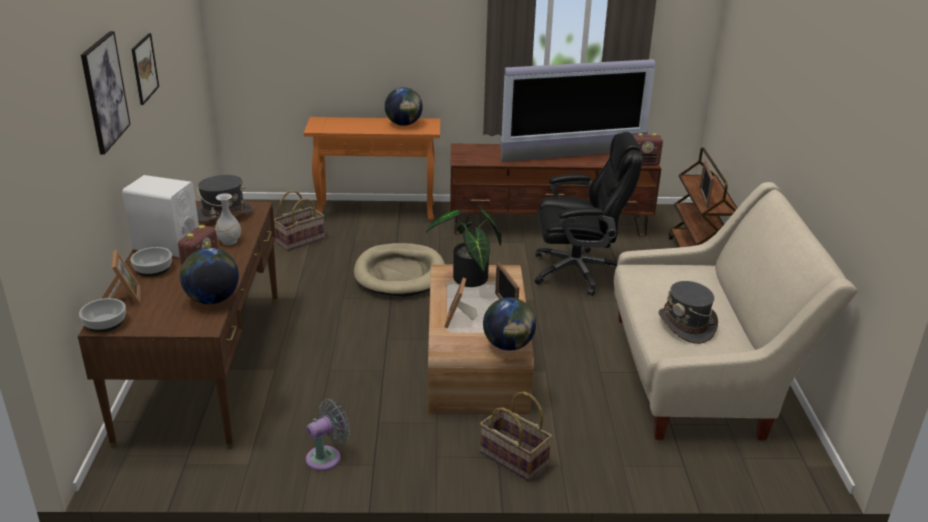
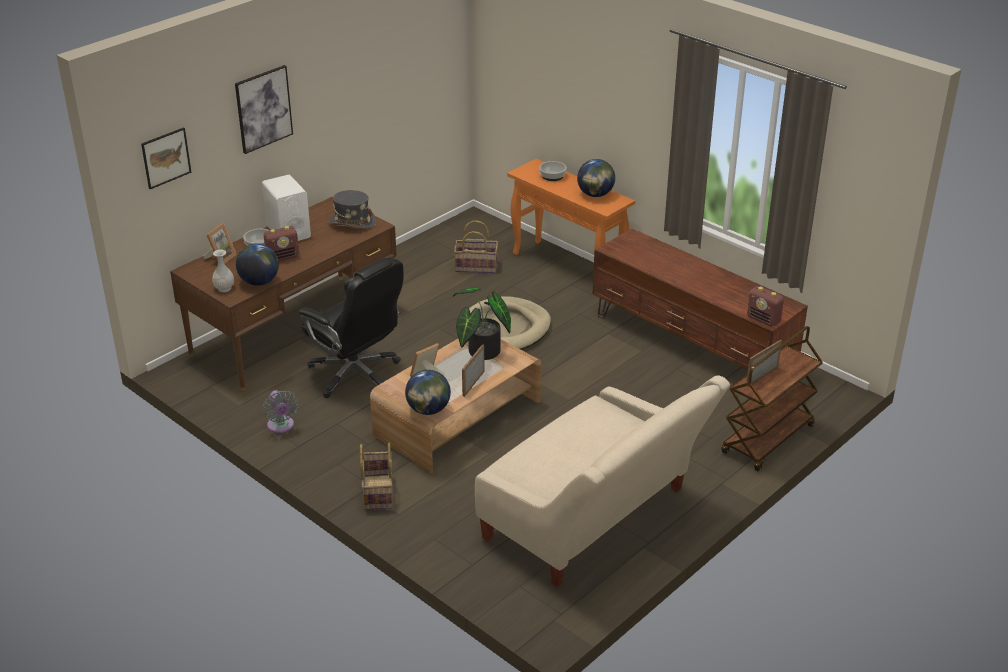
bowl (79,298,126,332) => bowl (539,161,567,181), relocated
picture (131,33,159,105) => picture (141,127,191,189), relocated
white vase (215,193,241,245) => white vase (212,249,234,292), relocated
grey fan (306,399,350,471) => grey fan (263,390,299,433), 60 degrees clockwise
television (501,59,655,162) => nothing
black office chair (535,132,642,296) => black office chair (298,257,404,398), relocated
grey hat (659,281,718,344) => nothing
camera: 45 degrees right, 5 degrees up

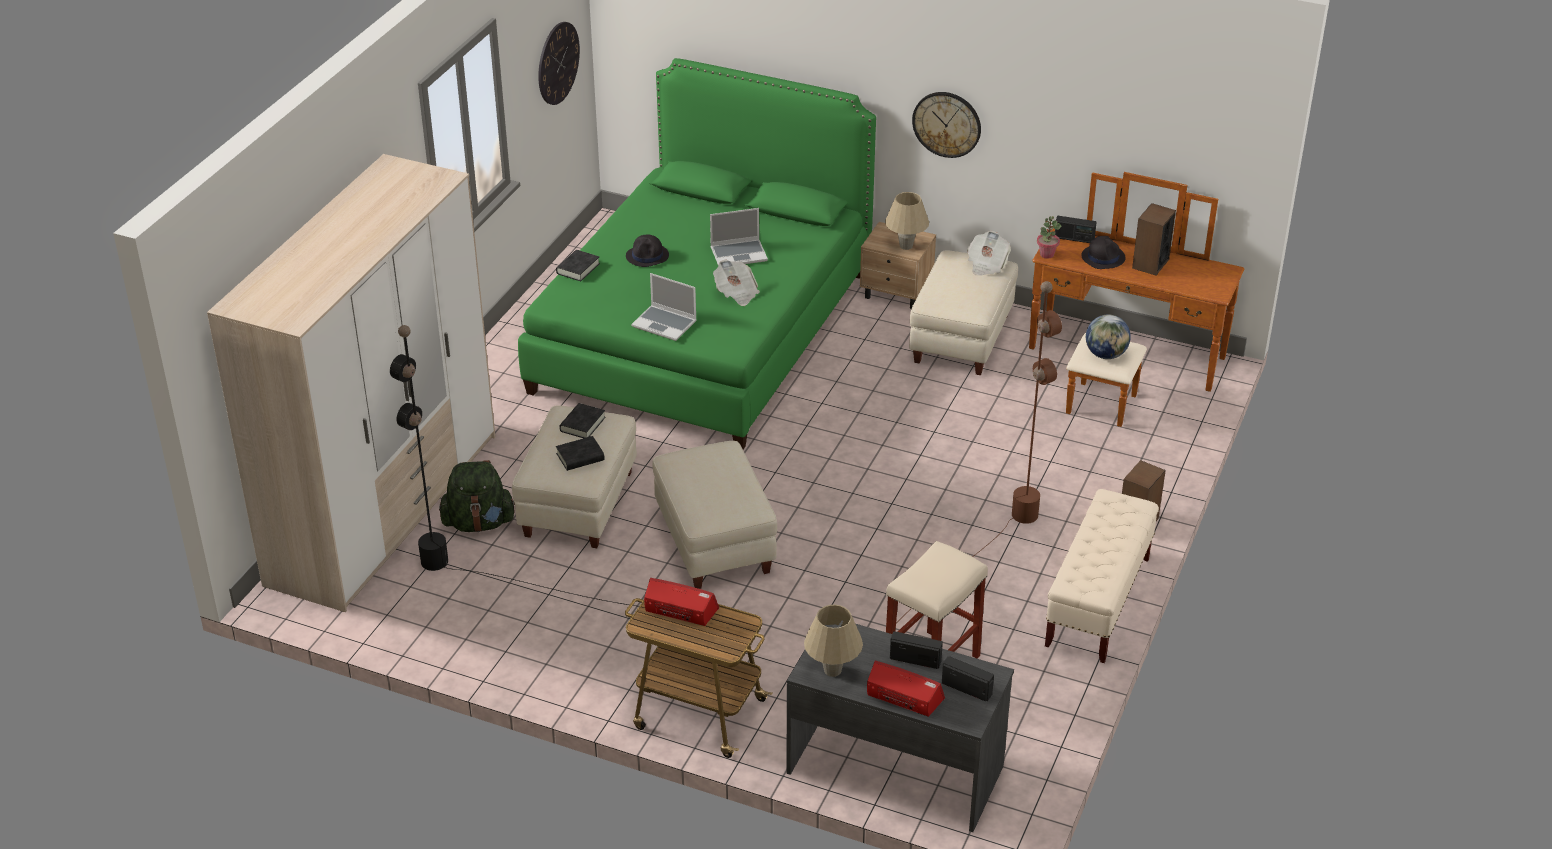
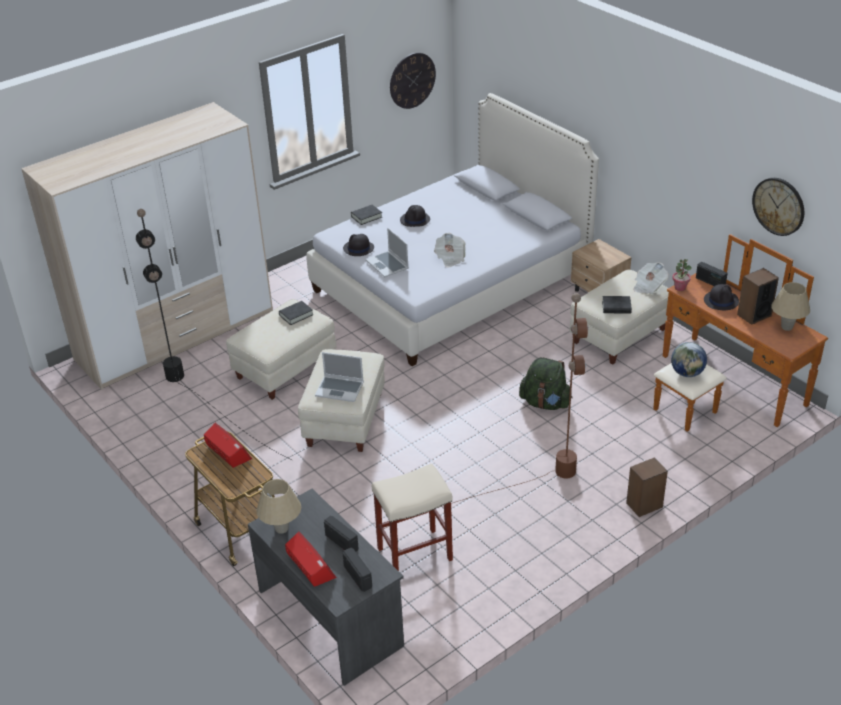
green backpack (439,460,515,532) => green backpack (519,358,573,410), relocated
green bed (518,58,876,449) => white bed (306,93,599,366)
black book (556,436,605,471) => black book (602,296,632,314), relocated
laptop (710,208,768,264) => laptop (315,352,364,402), relocated
beige table lamp (885,192,929,250) => beige table lamp (772,282,810,331), relocated
wall clock (912,92,981,158) => wall clock (752,178,804,236), relocated
beige bench (1045,489,1159,663) => nothing
nothing => black hat (343,234,374,256)
camera: 30 degrees right, 0 degrees up

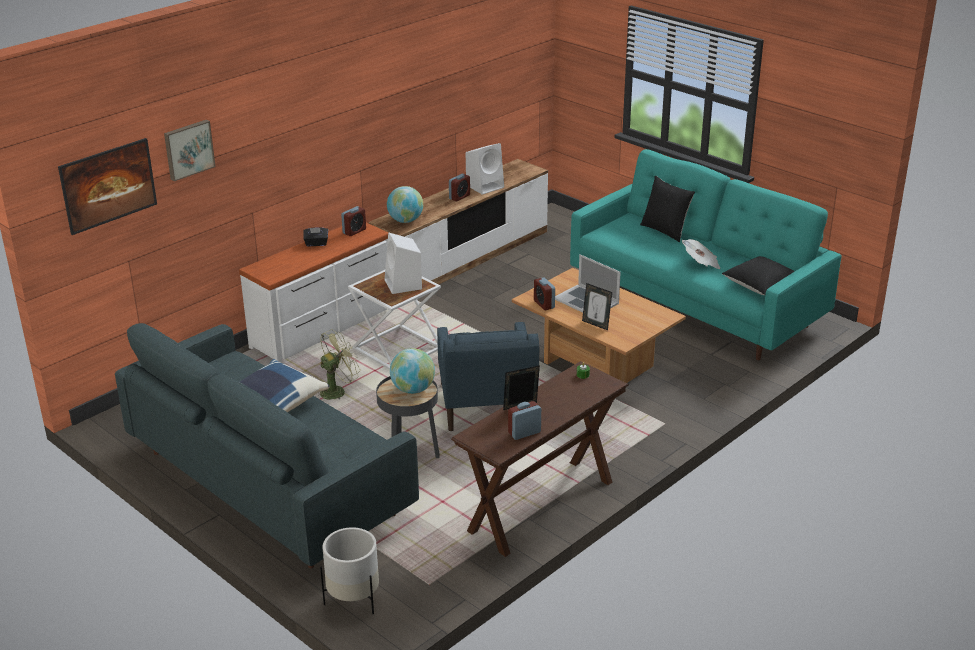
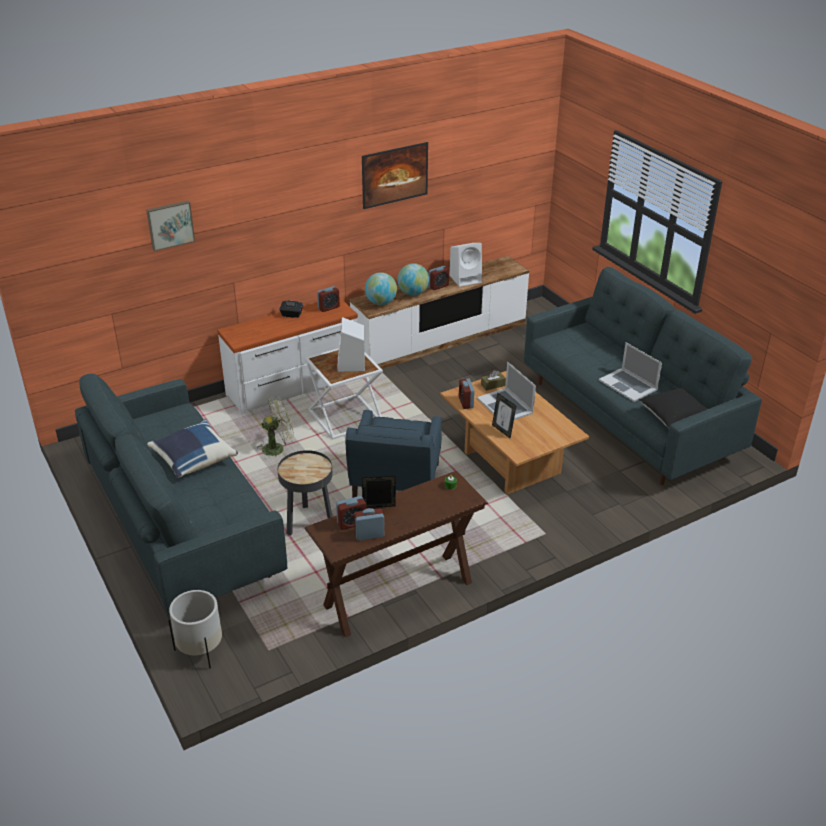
picture (58,138,157,235) => picture (362,142,428,209), relocated
globe (390,348,435,394) => globe (397,263,429,296), relocated
turquoise sofa (570,149,842,360) => grey sofa (524,267,762,485)
black pillow (640,176,695,242) => nothing
newspaper (682,239,721,269) => laptop (599,342,662,402)
nothing => alarm clock (336,496,366,530)
nothing => brown tissue box (481,370,506,391)
camera: 15 degrees right, 5 degrees up

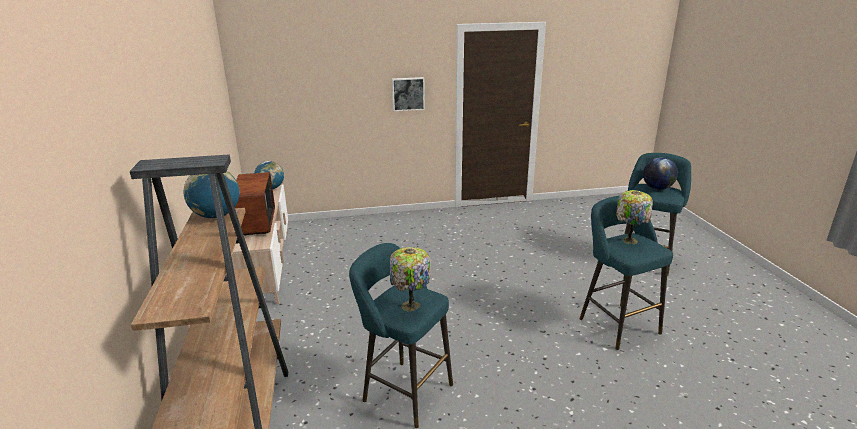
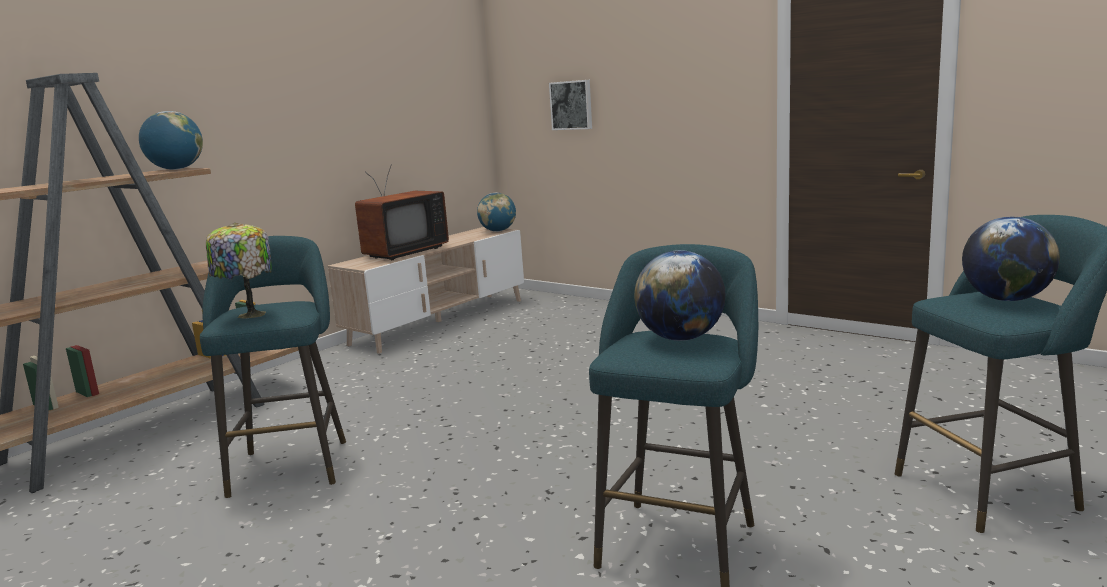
picture (392,77,425,111) => picture (549,80,592,130), relocated
table lamp (616,190,653,244) => globe (634,250,725,341)
camera: 50 degrees right, 10 degrees down

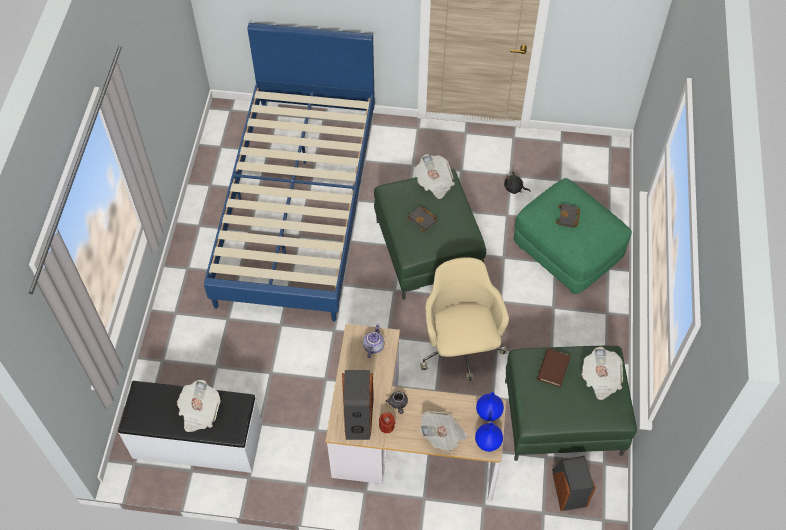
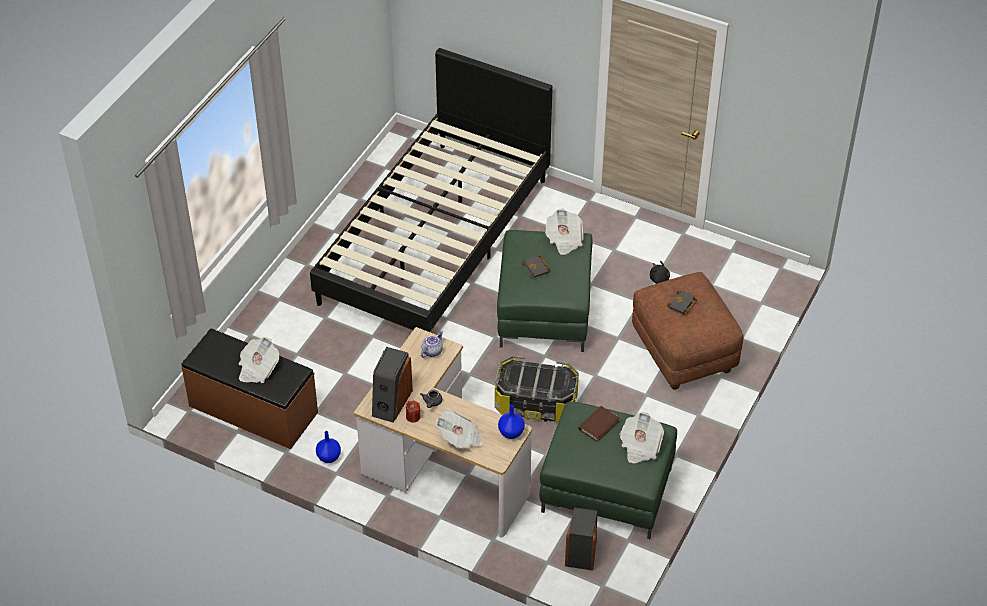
white bench (118,381,262,473) => brown bench (181,329,318,449)
blue bed (204,23,375,322) => black bed (310,48,553,332)
beige office chair (420,257,509,381) => storage box (495,356,579,422)
blue vase (475,423,503,452) => blue vase (316,431,341,463), relocated
green ottoman (514,178,632,294) => brown ottoman (632,272,743,390)
camera: 20 degrees right, 10 degrees down

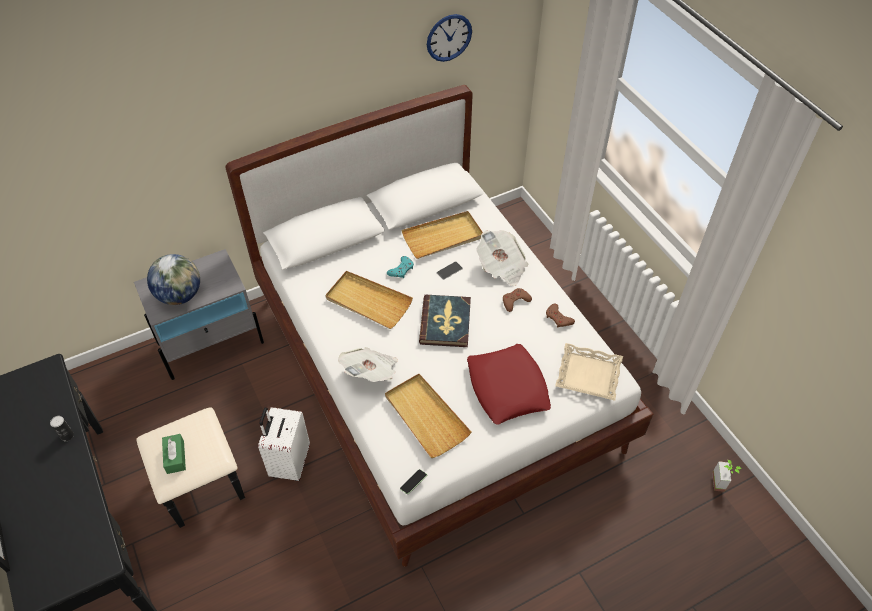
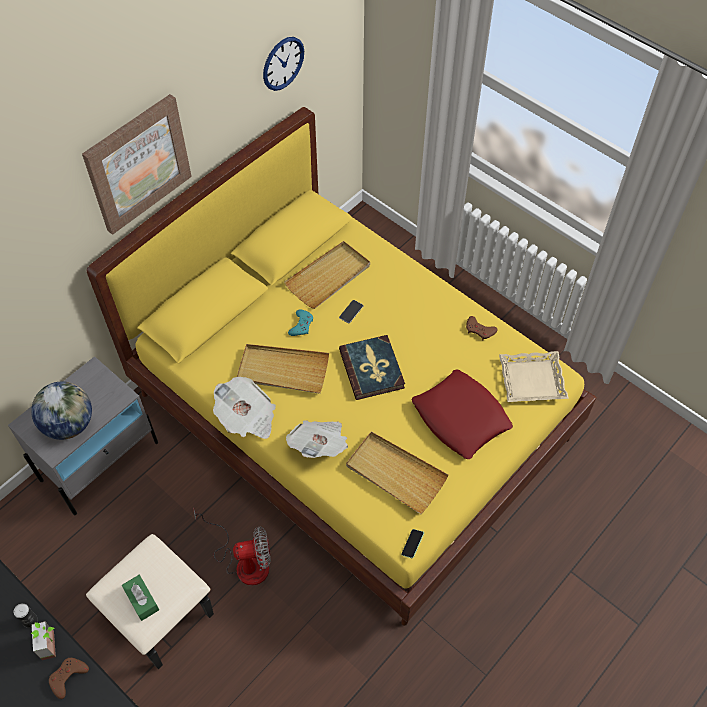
white bed (225,85,653,567) => yellow bed (87,107,597,626)
white suitcase (258,407,310,481) => fan (194,510,271,586)
newspaper (476,230,528,286) => newspaper (213,377,276,439), relocated
brown game controller (503,288,532,312) => brown game controller (49,658,89,699), relocated
potted plant (712,459,742,492) => potted plant (31,622,56,660), relocated
nothing => picture (82,94,192,235)
camera: 20 degrees left, 5 degrees up

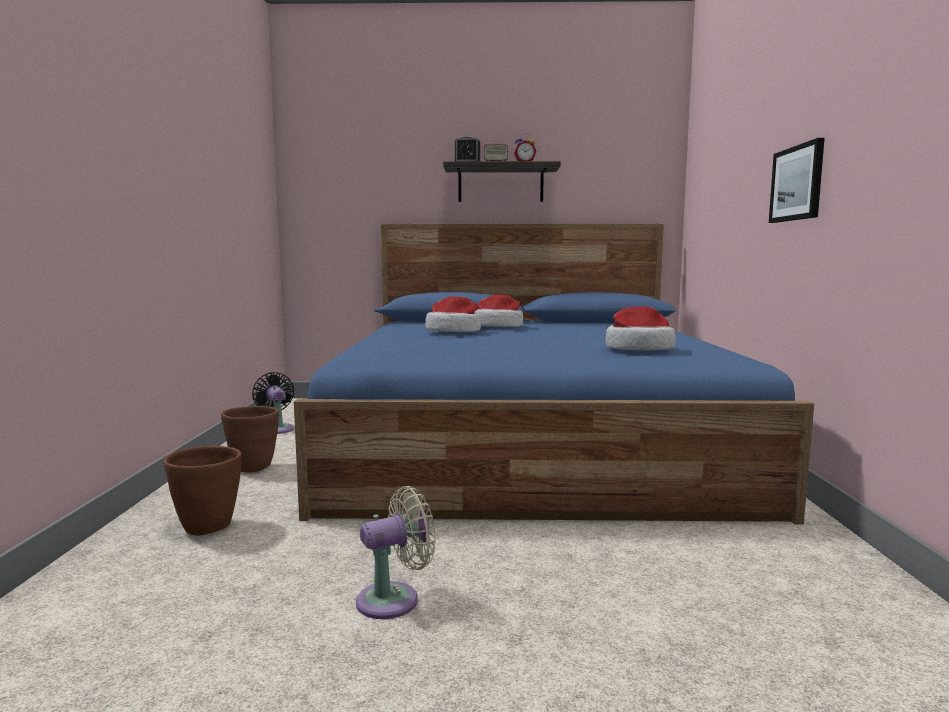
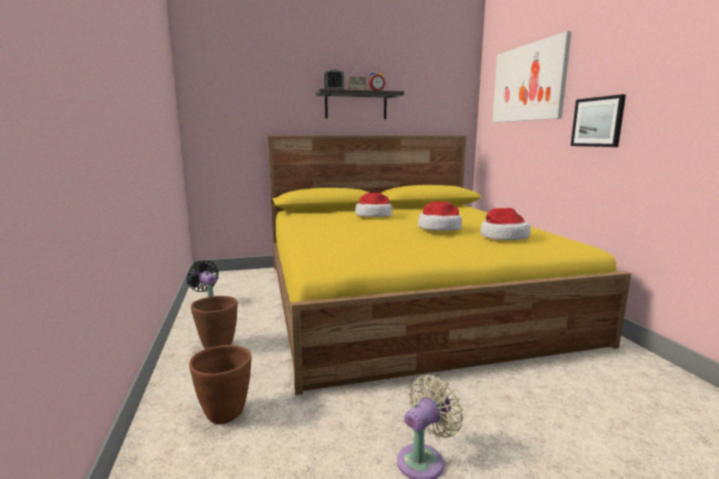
blue bed (294,224,814,524) => yellow bed (268,136,631,395)
hat (425,296,481,332) => hat (418,201,462,231), relocated
nothing => picture (492,31,572,122)
camera: 15 degrees left, 5 degrees up

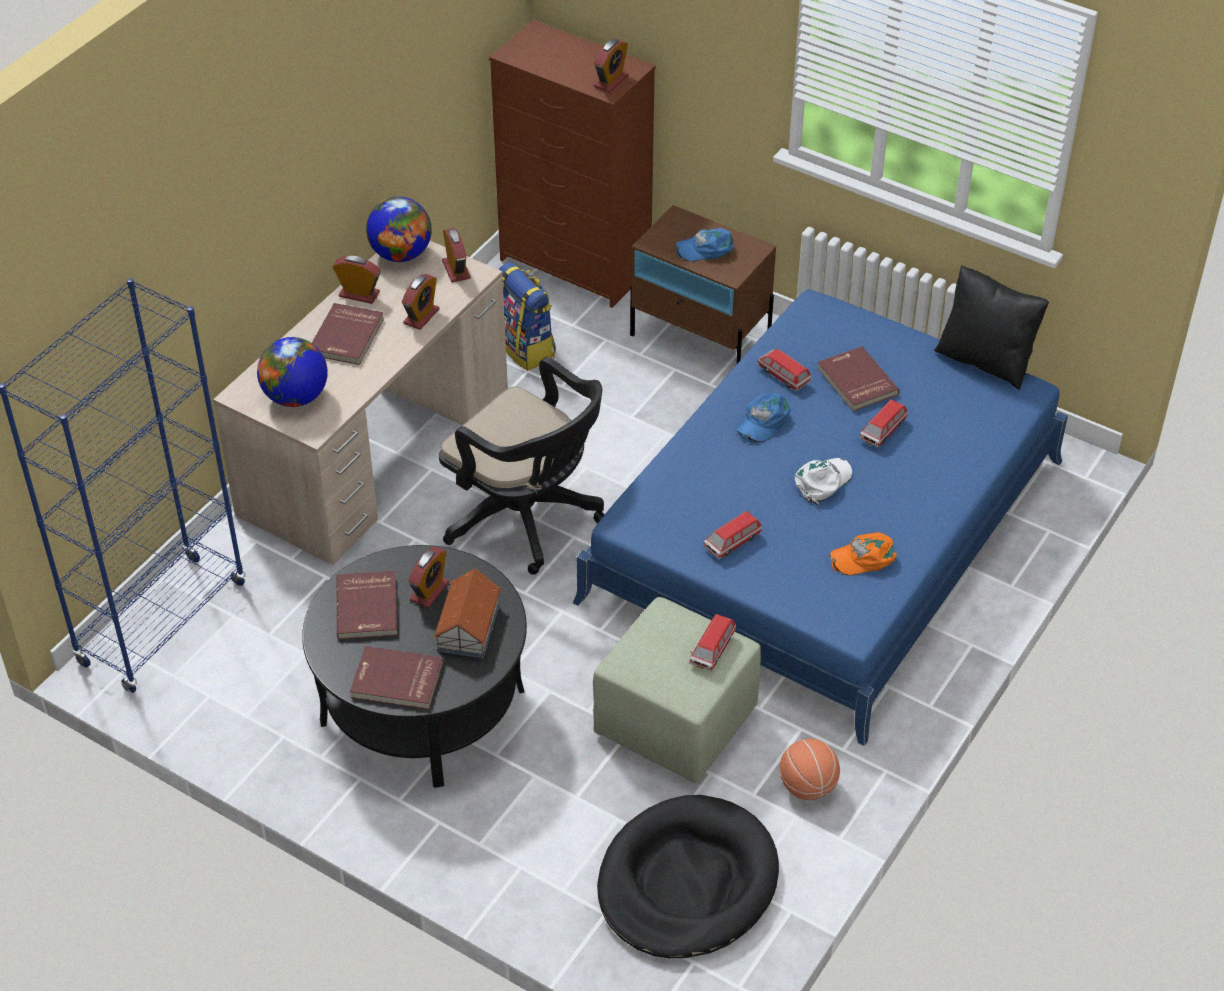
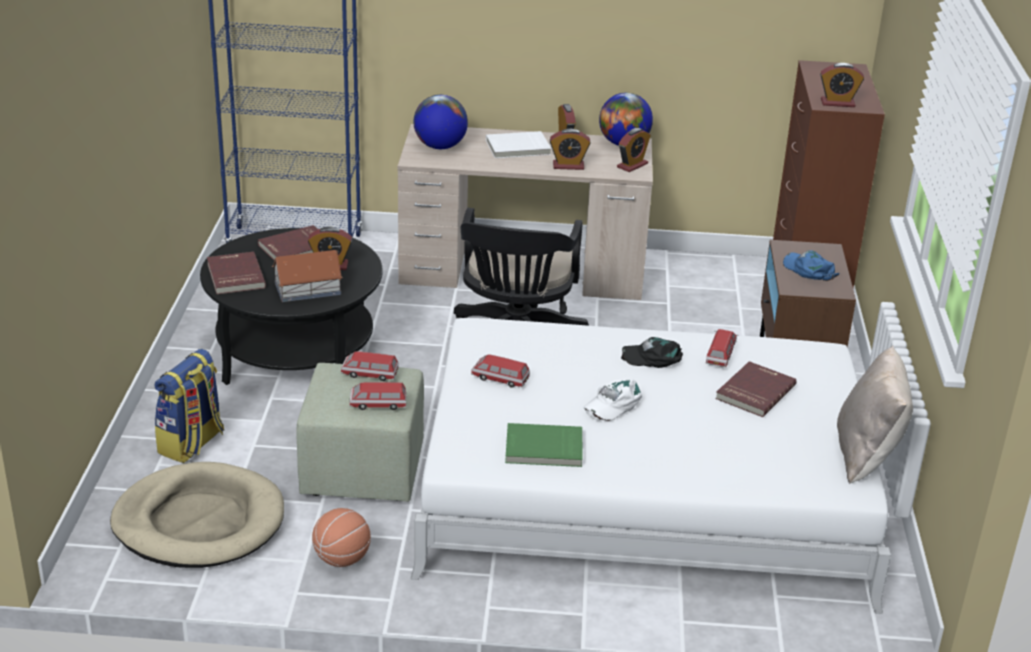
red book (312,303,384,365) => white book (486,131,551,158)
backpack (499,262,556,371) => backpack (154,349,224,463), relocated
blue bed (573,289,1068,746) => white bed (411,318,891,614)
black dog bed (597,795,779,958) => beige dog bed (110,462,284,568)
blue cap (736,393,790,443) => black cap (621,337,683,368)
white cap (795,458,852,505) => white cap (584,379,642,421), 120 degrees clockwise
orange cap (830,532,897,576) => green book (505,423,583,467)
toy car (859,399,908,448) => toy car (341,351,399,381), relocated
black pillow (934,265,1049,390) => beige pillow (837,346,913,484)
camera: 60 degrees right, 15 degrees down

